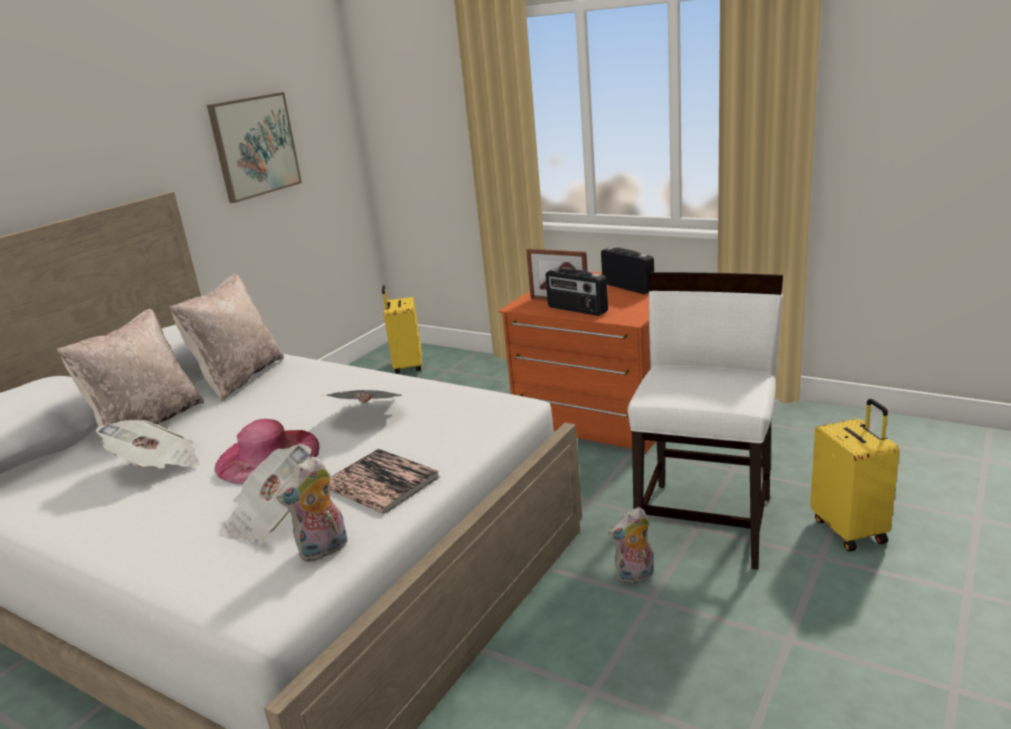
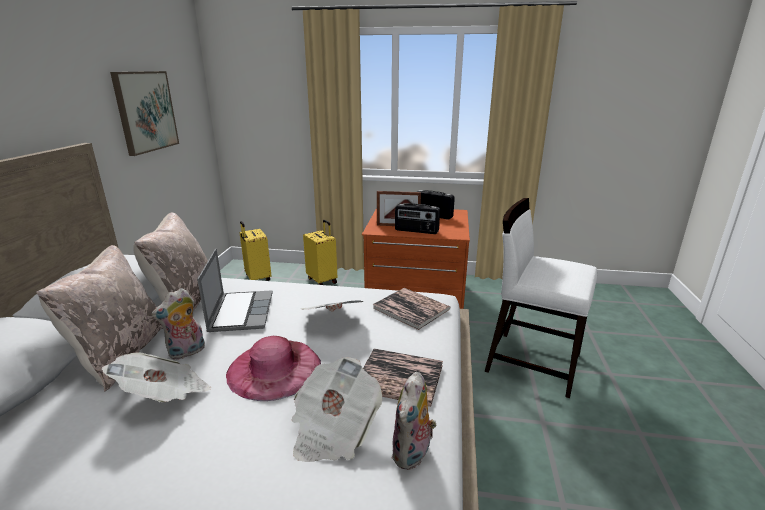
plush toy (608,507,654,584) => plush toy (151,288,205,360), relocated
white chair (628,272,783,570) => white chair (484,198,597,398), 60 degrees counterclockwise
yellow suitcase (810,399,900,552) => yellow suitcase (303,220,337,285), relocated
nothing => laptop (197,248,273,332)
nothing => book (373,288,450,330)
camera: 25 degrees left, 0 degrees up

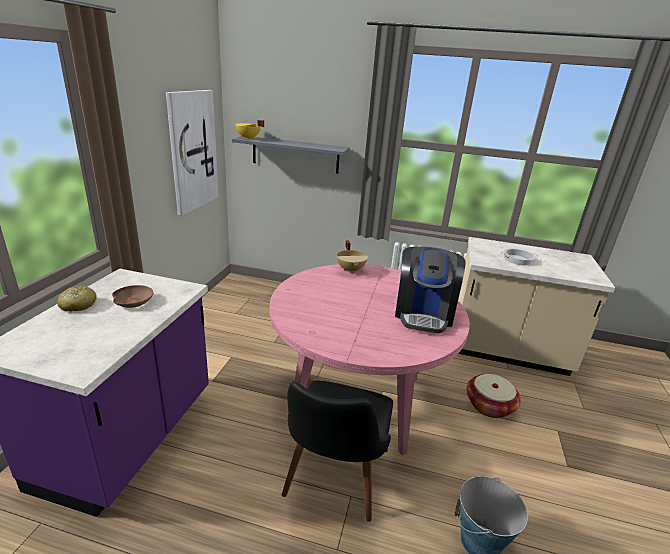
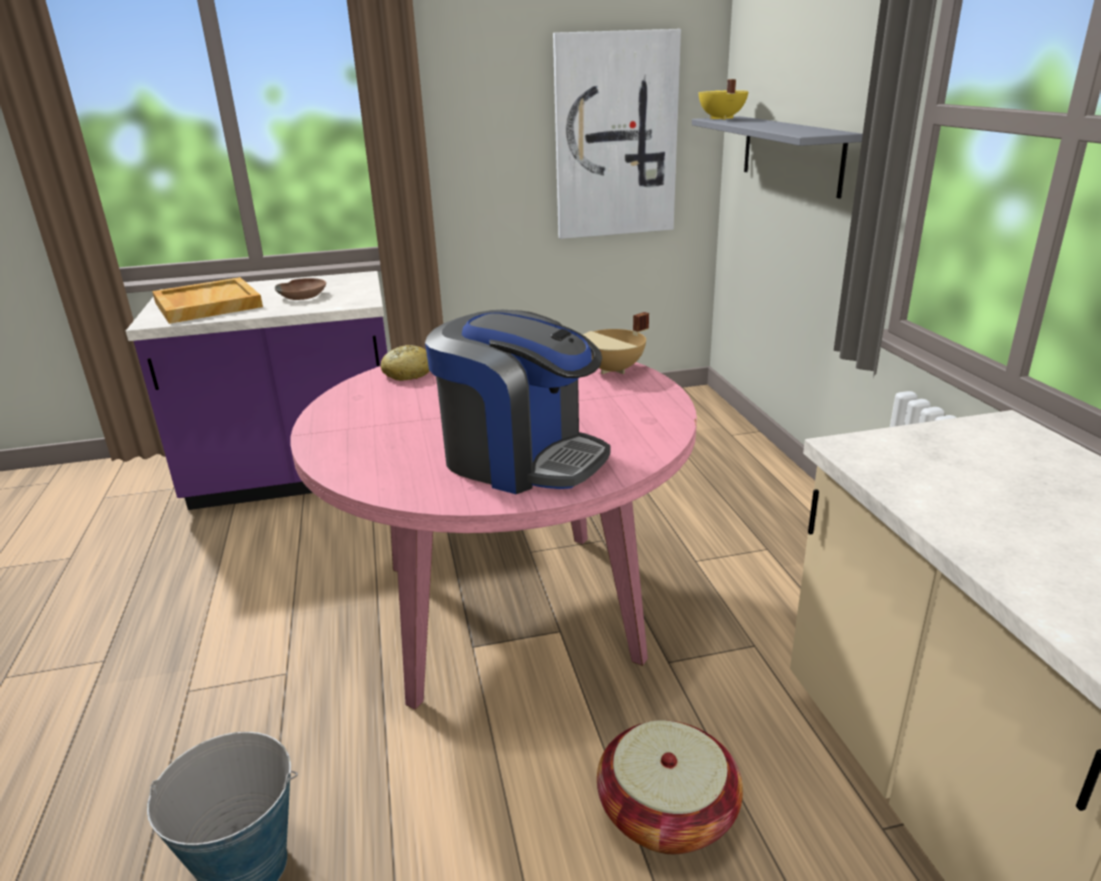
bread (57,286,97,312) => bread (380,345,430,381), relocated
black chair (282,381,393,522) => nothing
coffee machine (395,247,466,334) => coffee machine (425,310,611,494), 135 degrees counterclockwise
cooking pot (500,248,538,265) => nothing
nothing => beige tray (152,277,263,324)
camera: 65 degrees right, 0 degrees up

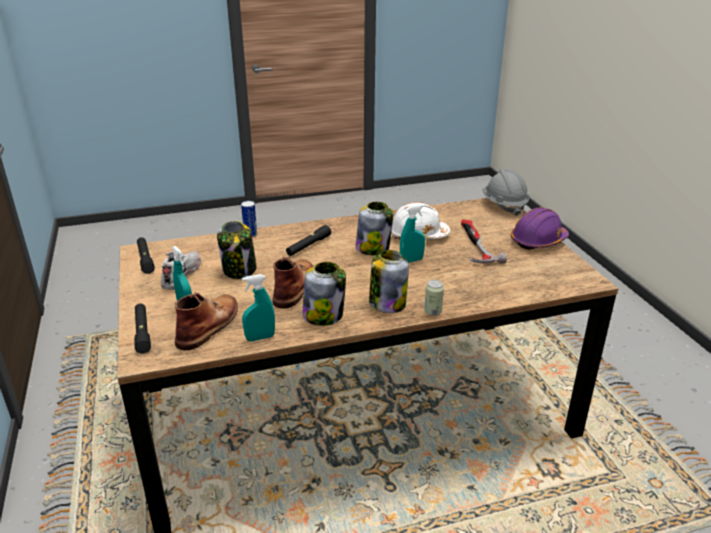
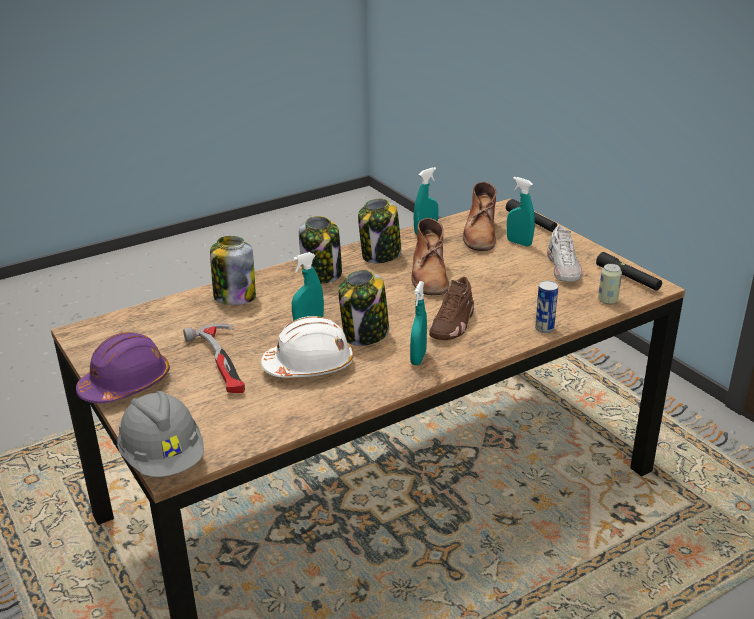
jar (217,221,256,279) => jar (210,236,256,305), relocated
black flashlight (286,225,331,256) => brown shoe (429,277,474,340)
can (424,280,444,316) => can (598,264,622,305), relocated
nothing => turquoise spray bottle (410,281,427,365)
camera: 165 degrees right, 0 degrees up

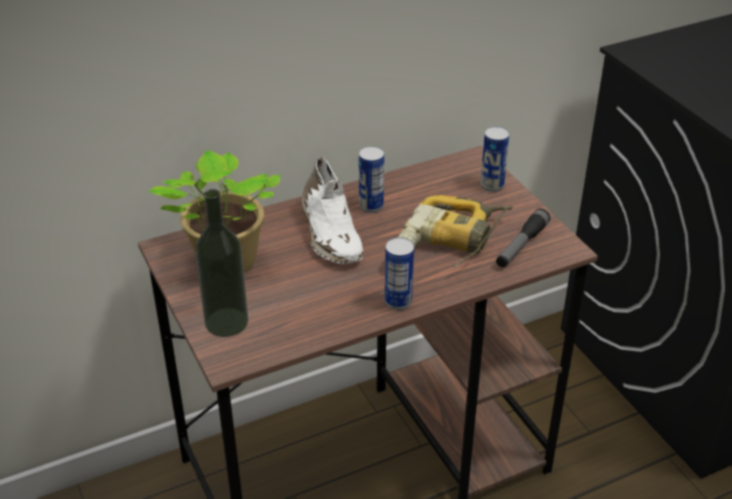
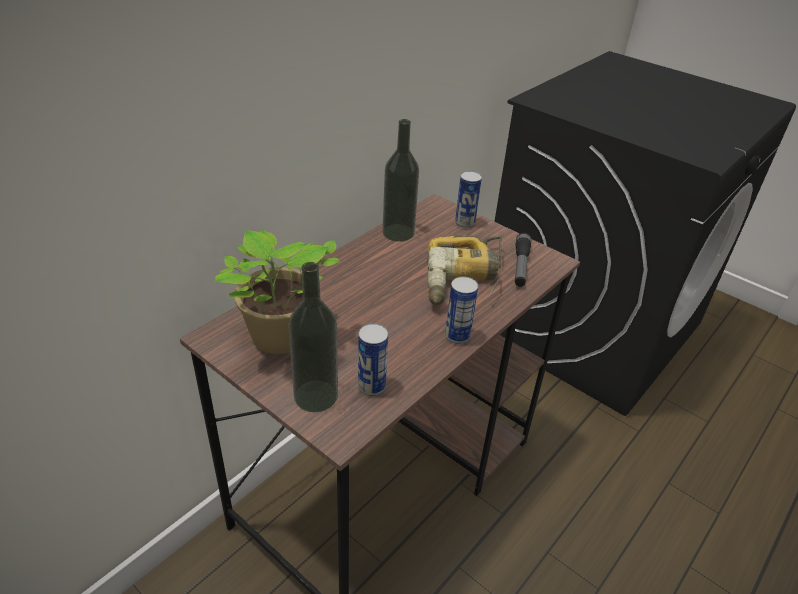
white shoe (301,156,363,264) => nothing
can (359,146,384,213) => can (358,324,388,396), relocated
nothing => bottle (382,119,419,242)
camera: 25 degrees left, 0 degrees up

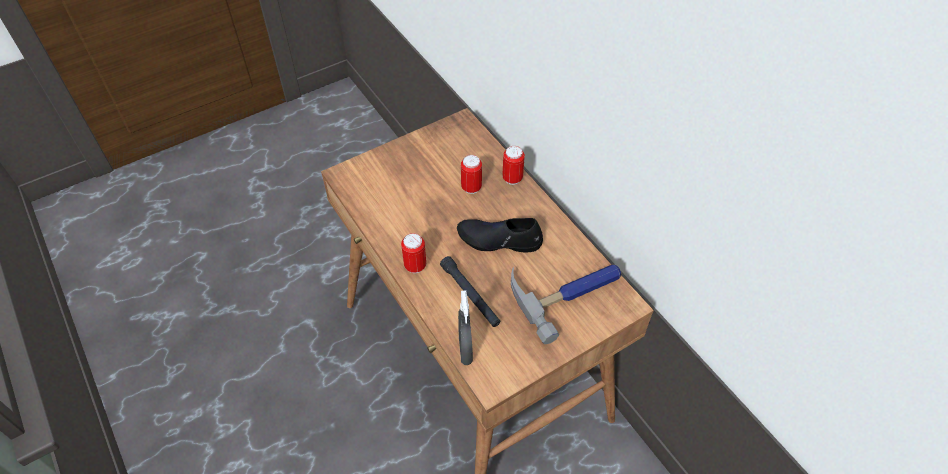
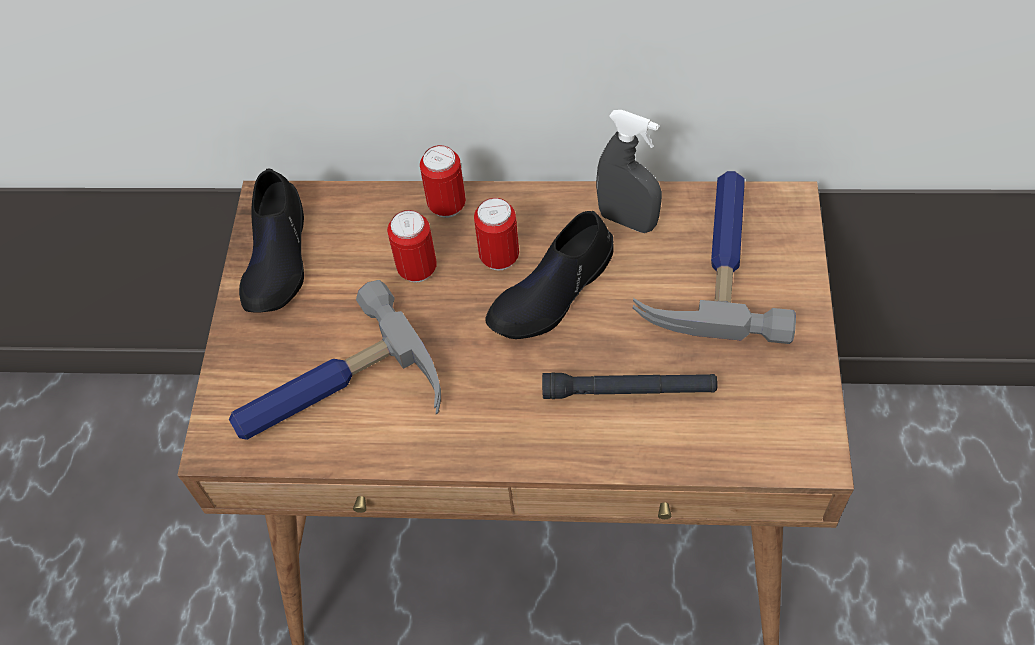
can (401,233,426,273) => can (474,198,519,271), relocated
grey spray bottle (458,290,473,365) => grey spray bottle (596,110,662,233), relocated
nothing => hammer (229,280,441,440)
nothing => black shoe (239,169,304,313)
camera: 50 degrees left, 5 degrees up

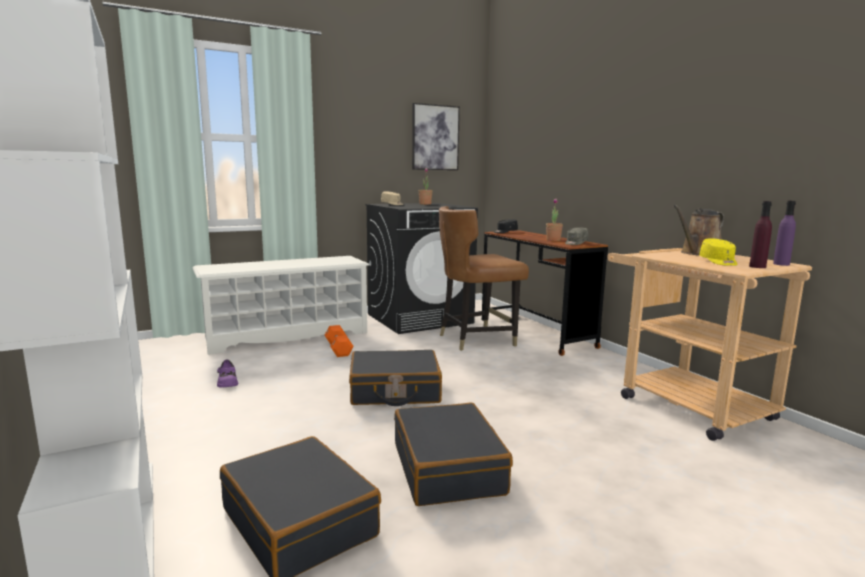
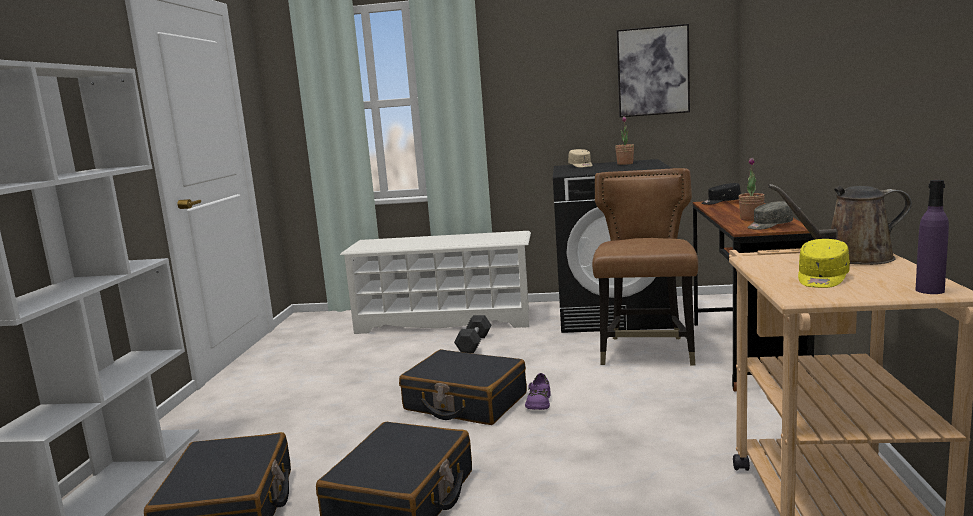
purple shoe (217,360,238,388) => purple shoe (525,373,551,410), relocated
orange dumbbell (325,325,354,357) => black dumbbell (454,315,492,353)
brown chair (439,206,529,351) => brown chair (592,168,698,366), 90 degrees clockwise
purple bottle (749,201,772,268) => nothing
camera: 35 degrees right, 0 degrees up

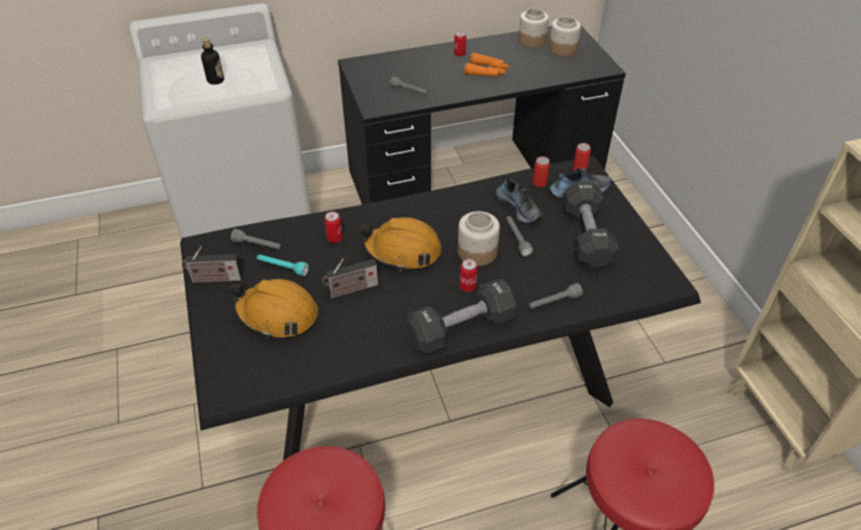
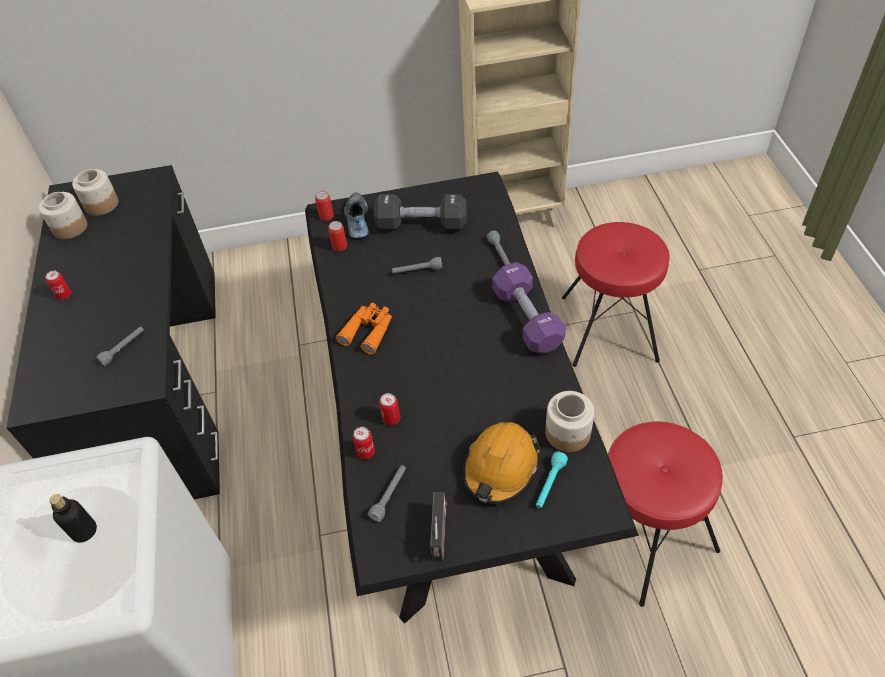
turquoise flashlight (257,254,309,276) => turquoise flashlight (536,451,568,508), relocated
radio (322,258,378,298) => nothing
orange hard hat (360,217,442,271) => nothing
black dumbbell (406,279,517,353) => purple dumbbell (492,262,566,354)
jar (458,211,500,266) => jar (545,391,594,452), relocated
can (460,259,478,292) => can (353,427,375,459), relocated
orange binoculars (464,52,509,77) => orange binoculars (336,303,392,355), relocated
shoe (496,175,543,223) => nothing
camera: 80 degrees left, 5 degrees up

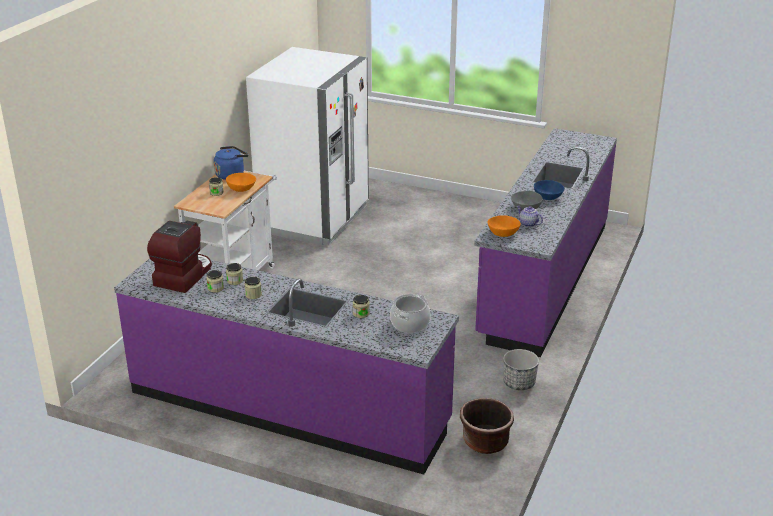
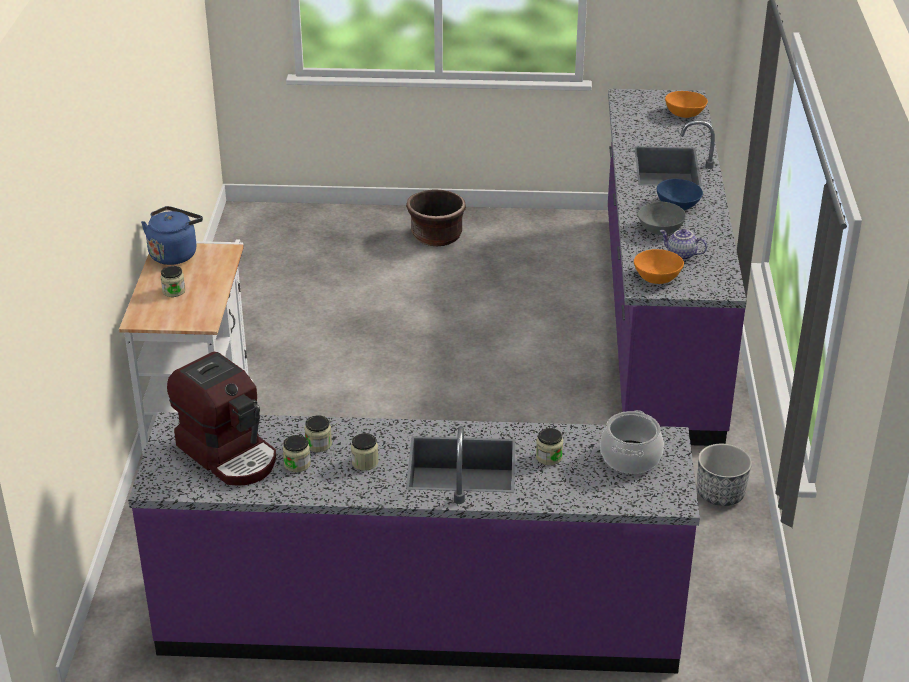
coffee machine (147,221,212,293) => coffee machine (167,352,276,486), 135 degrees clockwise
orange bowl (226,173,256,192) => orange bowl (665,91,708,118), relocated
white fridge (246,47,369,245) => nothing
brown planter (460,398,514,454) => brown planter (406,190,466,246), relocated
camera: 20 degrees left, 5 degrees up

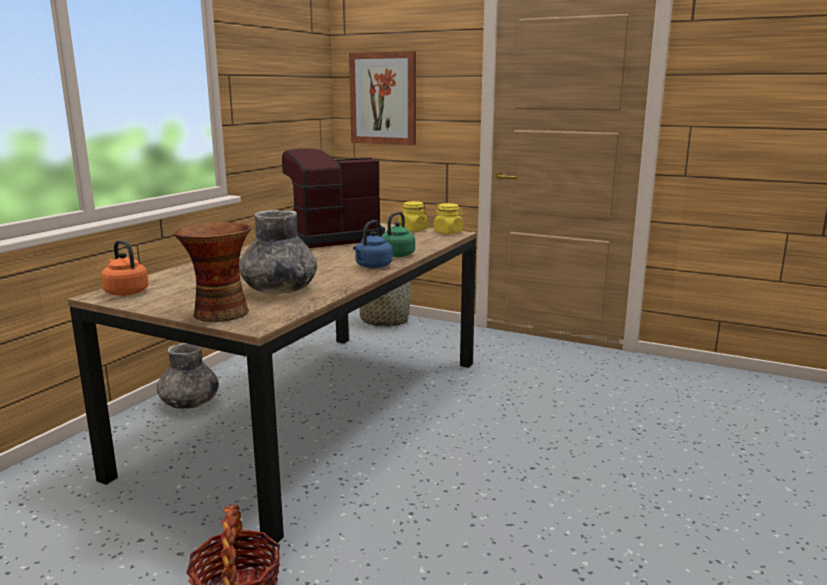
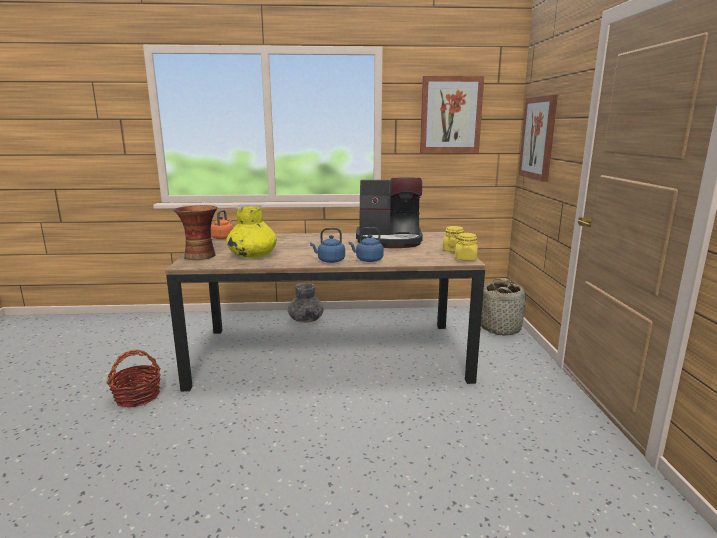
grey vase (239,210,317,294) => yellow vase (226,206,277,258)
coffee machine (282,148,385,248) => coffee machine (356,177,423,248), 150 degrees clockwise
green kettle (381,212,415,257) => blue kettle (349,227,384,262)
nothing => picture (420,76,484,153)
camera: 60 degrees right, 0 degrees up

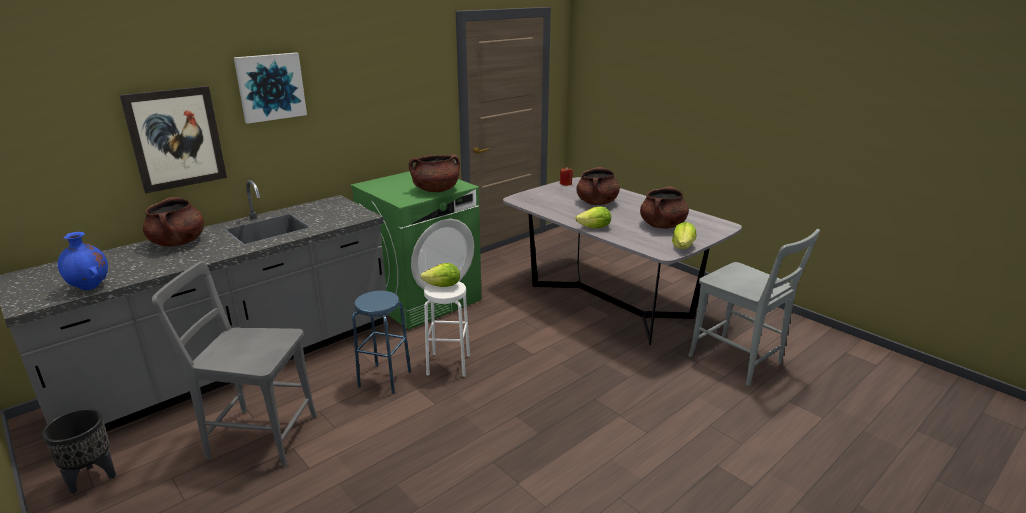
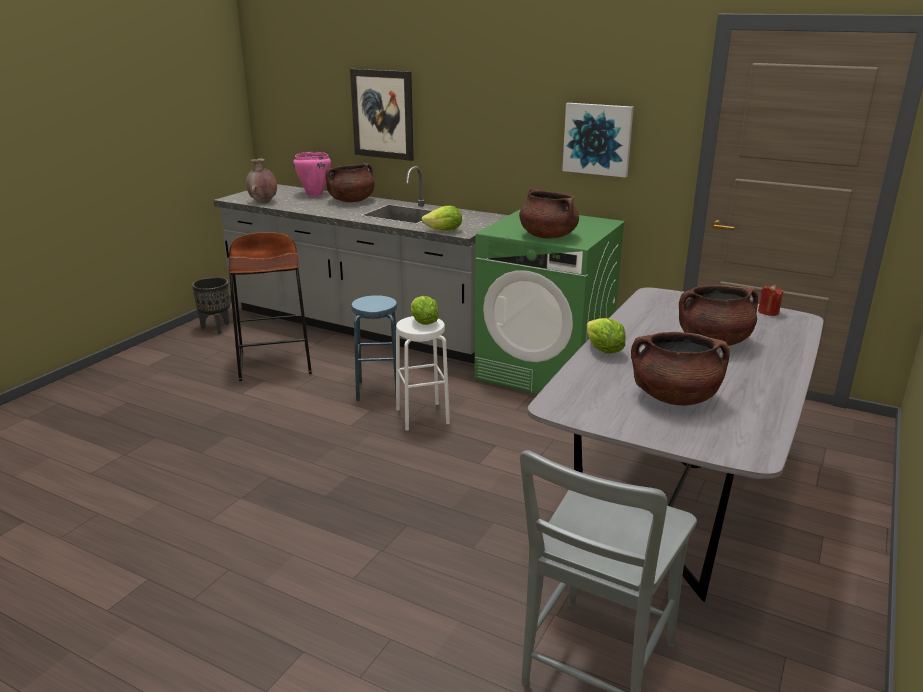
blue vase (58,232,108,290) => brown vase (246,159,277,203)
grey chair (152,261,317,466) => brown stool (228,232,312,381)
picture (234,53,307,124) => picture (562,103,634,178), relocated
lettuce (672,222,697,249) => lettuce (422,205,462,231), relocated
nothing => pink cooking pot (293,152,331,196)
camera: 70 degrees right, 0 degrees up

